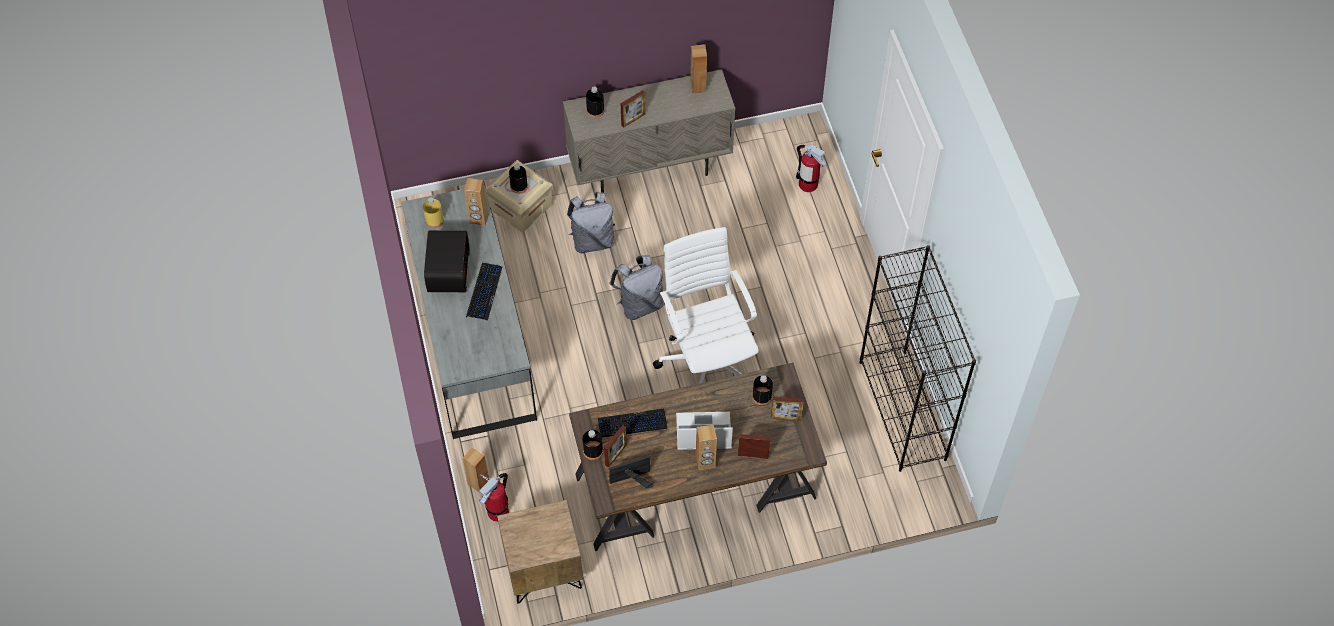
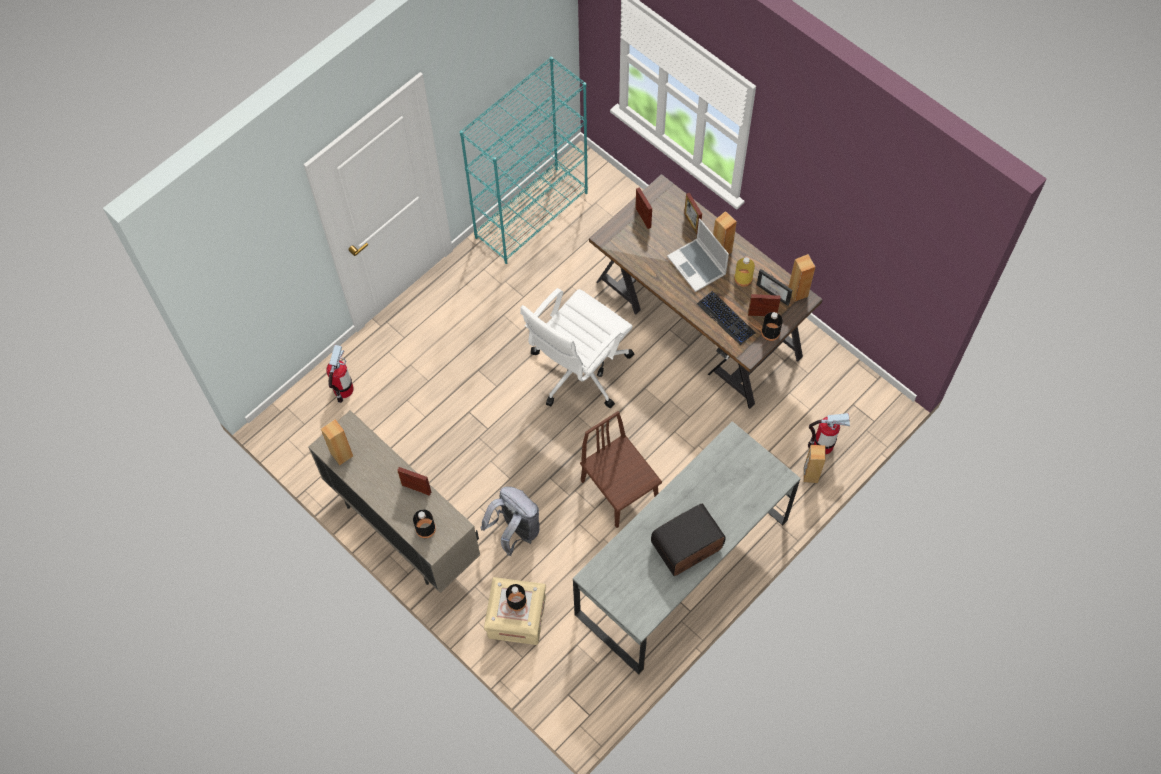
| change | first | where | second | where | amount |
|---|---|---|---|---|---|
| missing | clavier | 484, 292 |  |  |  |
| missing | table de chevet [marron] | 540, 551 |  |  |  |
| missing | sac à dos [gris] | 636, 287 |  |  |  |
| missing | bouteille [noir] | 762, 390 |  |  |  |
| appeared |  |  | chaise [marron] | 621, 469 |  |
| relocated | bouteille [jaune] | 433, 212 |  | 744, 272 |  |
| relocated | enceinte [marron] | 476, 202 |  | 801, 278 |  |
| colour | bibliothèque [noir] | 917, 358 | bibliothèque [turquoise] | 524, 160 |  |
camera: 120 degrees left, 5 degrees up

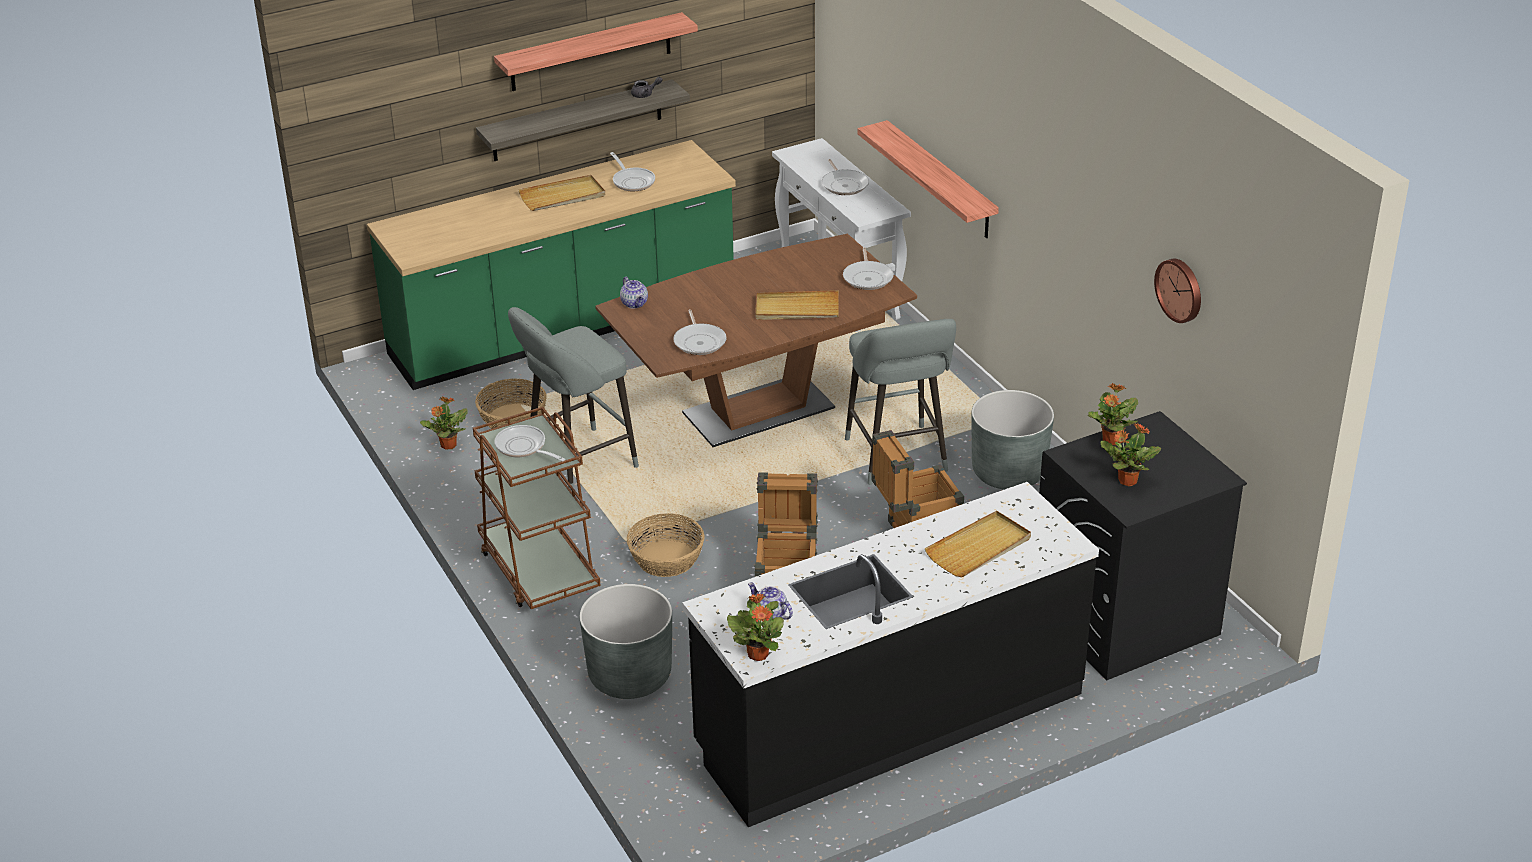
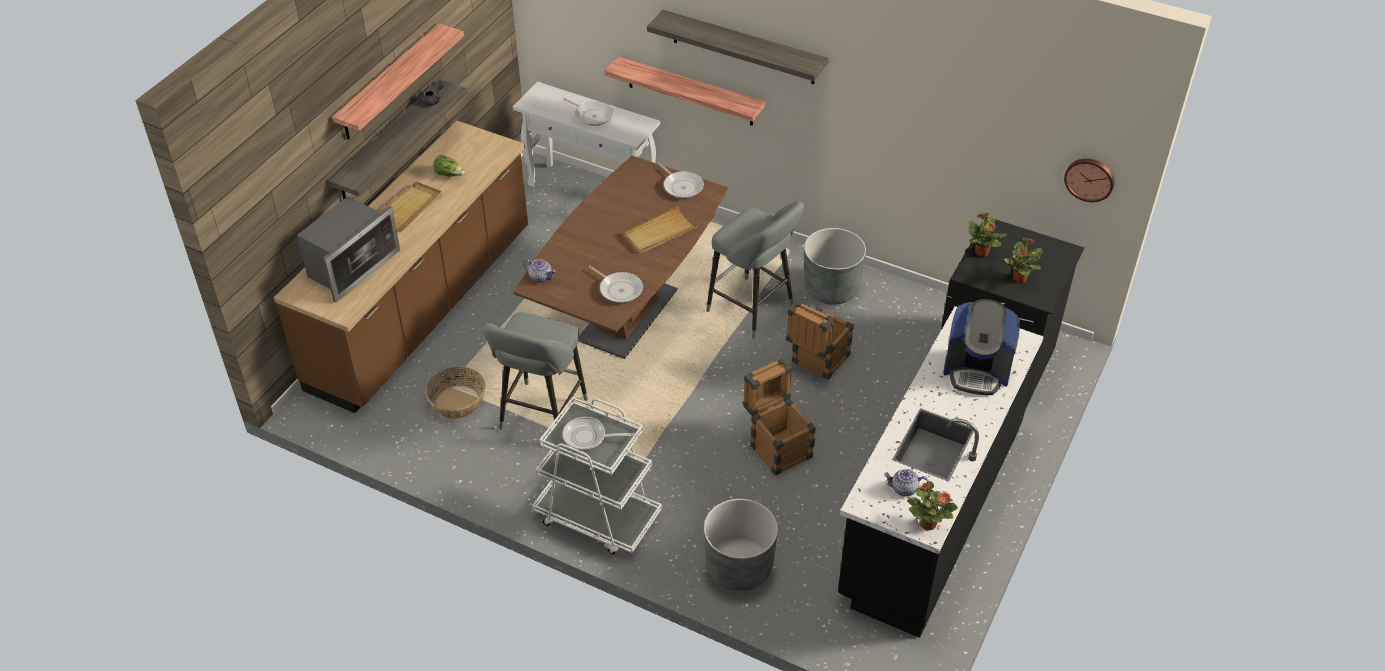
| change | first | where | second | where | amount |
|---|---|---|---|---|---|
| missing | plante en pot | 444, 423 |  |  |  |
| missing | panier | 665, 545 |  |  |  |
| appeared |  |  | micro-ondes | 348, 249 |  |
| appeared |  |  | étagère | 738, 47 |  |
| relocated | horloge murale | 1177, 291 |  | 1089, 180 |  |
| exchanged | poêle | 632, 171 | laitue | 449, 166 |  |
| exchanged | plateau [beige] | 978, 544 | machine à café | 981, 347 |  |
| colour | comptoir de cuisine [vert] | 551, 265 | comptoir de cuisine [marron] | 401, 267 |  |
| colour | chariot [marron] | 537, 508 | chariot [blanc] | 597, 475 |  |
camera: 35 degrees left, 10 degrees up

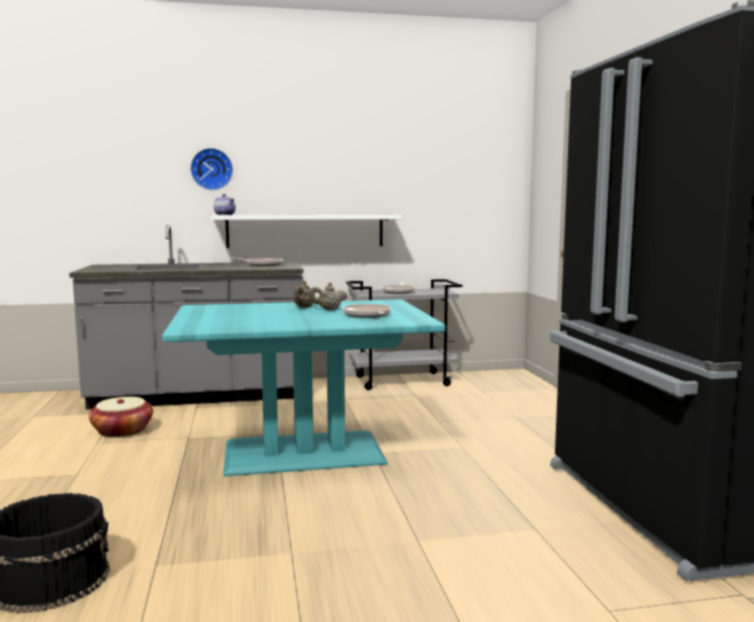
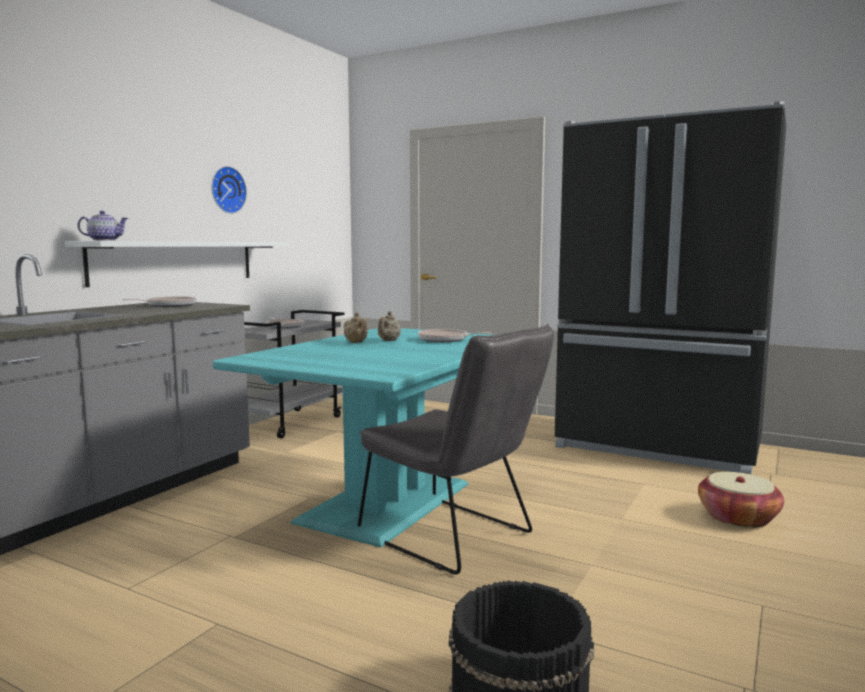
| change | first | where | second | where | amount |
|---|---|---|---|---|---|
| appeared |  |  | chaise [gris] | 456, 448 |  |
| relocated | panier | 121, 417 |  | 741, 500 |  |
| relocated | horloge murale | 211, 169 |  | 229, 190 |  |
camera: 50 degrees left, 0 degrees up

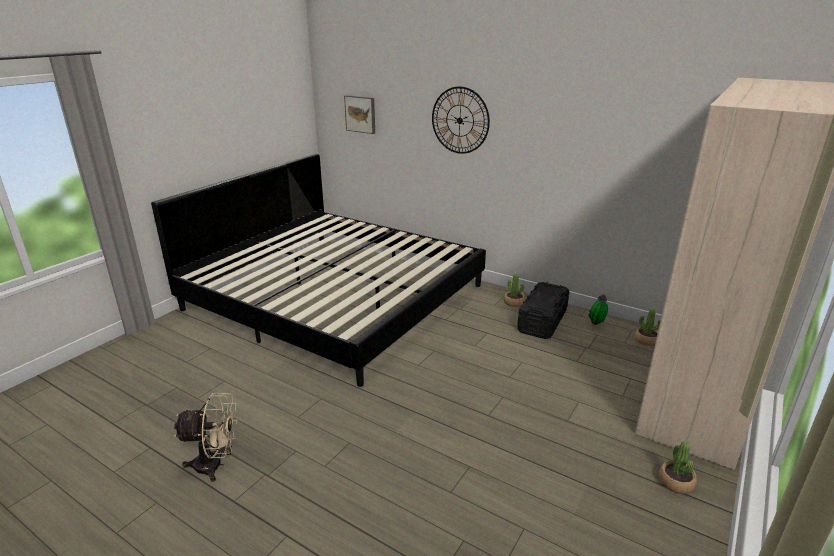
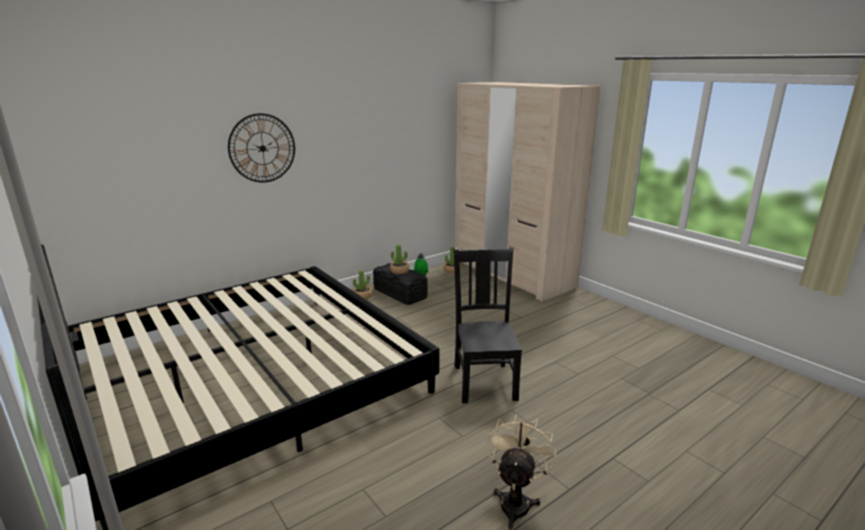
| change | first | where | second | where | amount |
|---|---|---|---|---|---|
| missing | tableau | 359, 114 |  |  |  |
| appeared |  |  | chaise [noir] | 487, 325 |  |
| relocated | plante en pot | 678, 467 |  | 399, 259 |  |
camera: 70 degrees left, 5 degrees down

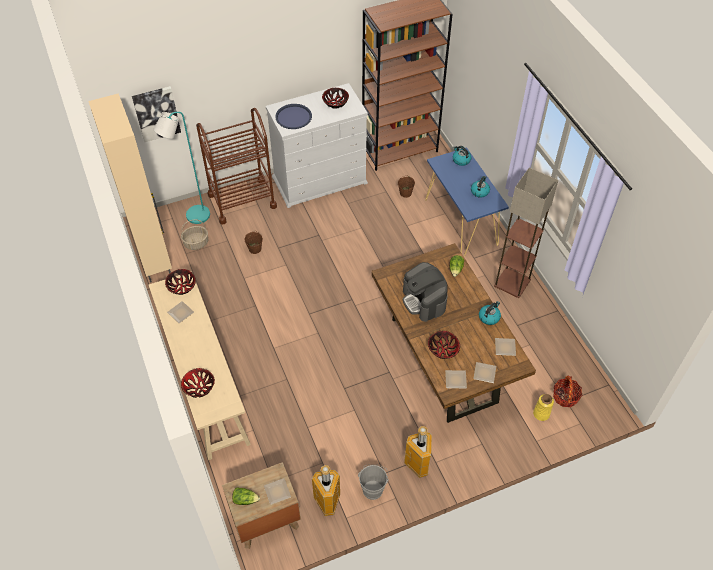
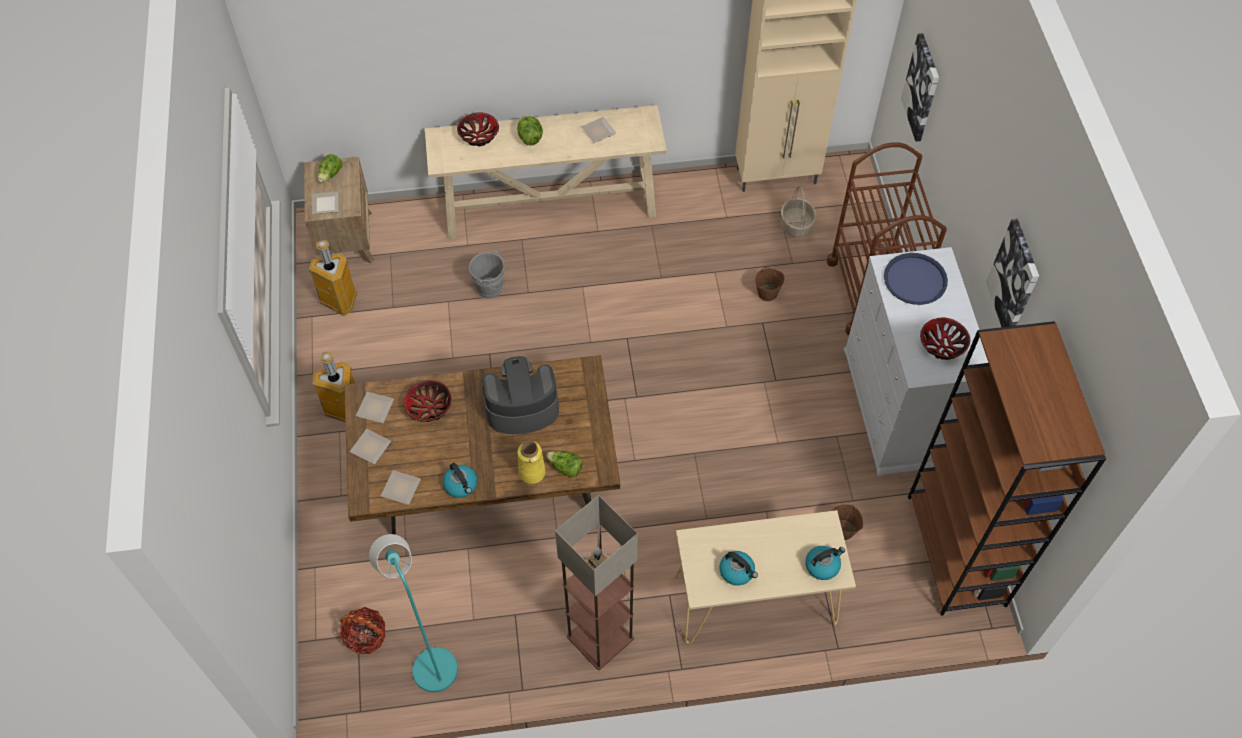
| change | first | where | second | where | amount |
|---|---|---|---|---|---|
| missing | bol | 180, 282 |  |  |  |
| appeared |  |  | laitue | 530, 131 |  |
| appeared |  |  | tableau | 1012, 273 |  |
| relocated | lampadaire [turquoise] | 182, 168 |  | 413, 613 |  |
| relocated | seau [gris] | 373, 482 |  | 490, 274 |  |
| relocated | vase [jaune] | 543, 407 |  | 531, 462 |  |
| colour | table console [bleu] | 467, 202 | table console [beige] | 765, 577 |  |
camera: 105 degrees right, 5 degrees up

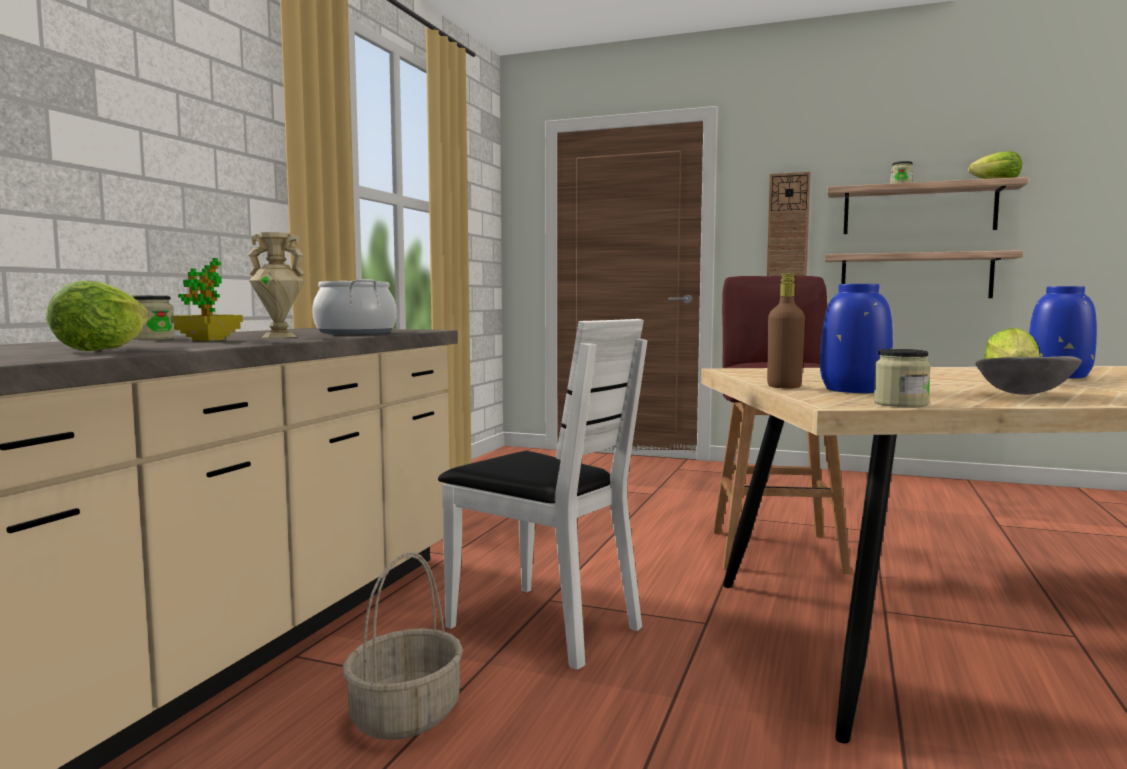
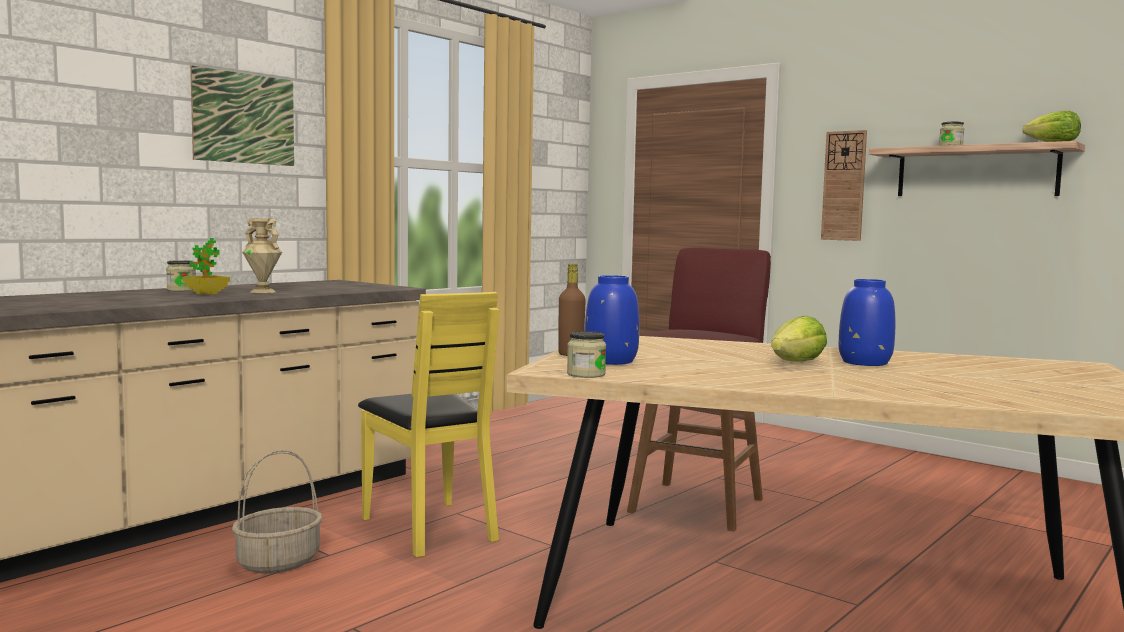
| change | first | where | second | where | amount |
|---|---|---|---|---|---|
| missing | laitue | 97, 316 |  |  |  |
| missing | marmite | 354, 307 |  |  |  |
| missing | étagère | 924, 274 |  |  |  |
| missing | bol [gris] | 1028, 375 |  |  |  |
| appeared |  |  | tableau | 242, 116 |  |
| colour | chaise [blanc] | 543, 494 | chaise [jaune] | 428, 425 |  |
camera: 20 degrees right, 0 degrees up

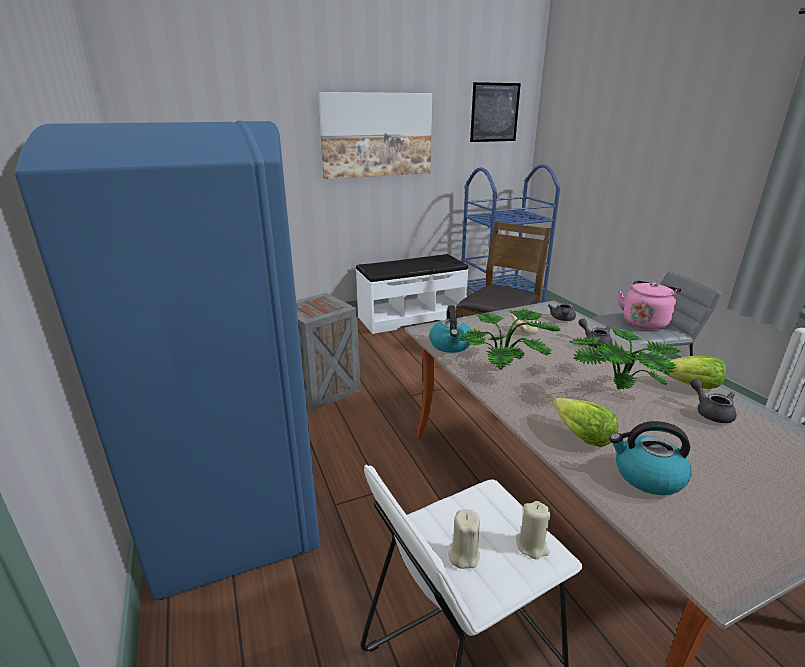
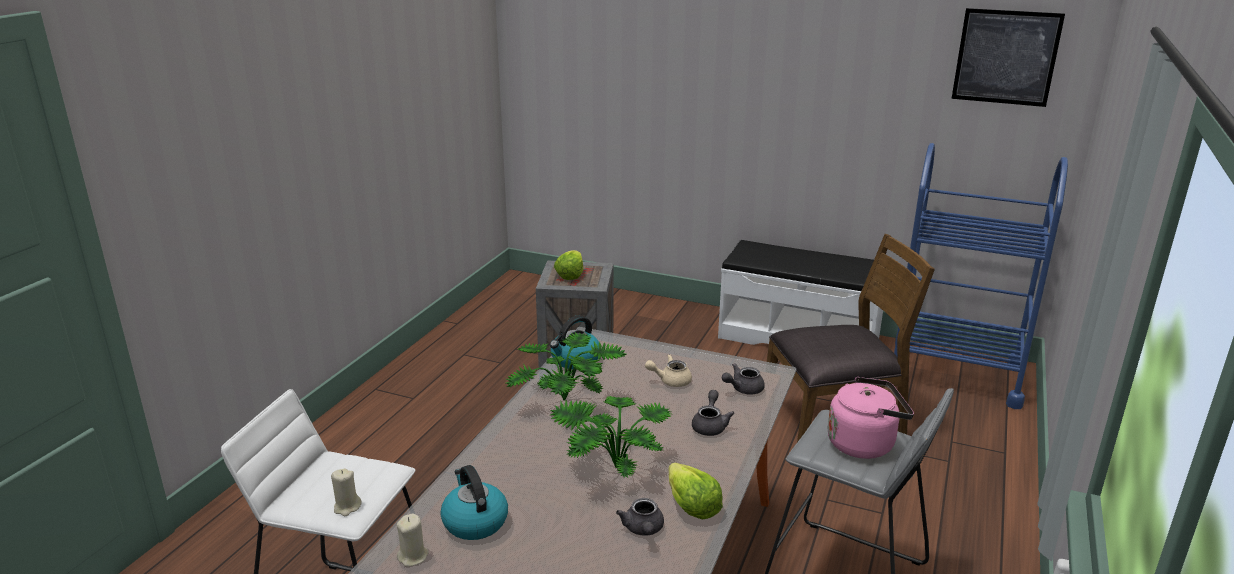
| change | first | where | second | where | amount |
|---|---|---|---|---|---|
| missing | réfrigérateur [bleu] | 167, 360 |  |  |  |
| missing | tableau | 375, 135 |  |  |  |
| relocated | bougie [beige] | 464, 539 |  | 413, 540 |  |
| relocated | laitue | 585, 422 |  | 568, 265 |  |
| spun | théière [gris] | 713, 400 |  | 640, 516 | 150 degrees clockwise |
camera: 45 degrees right, 0 degrees up

